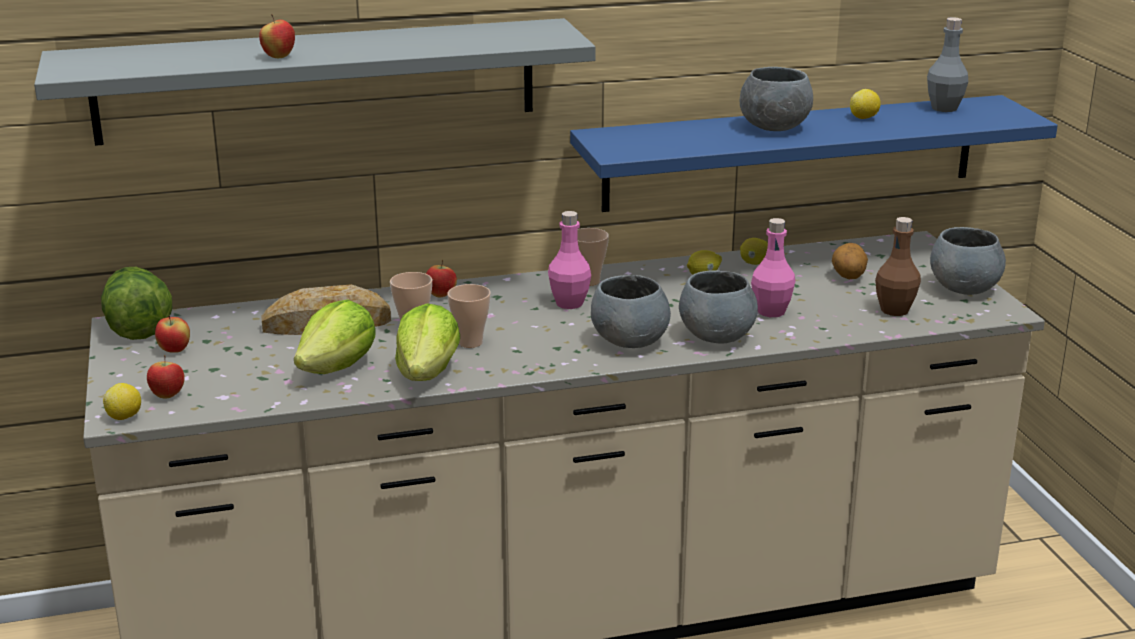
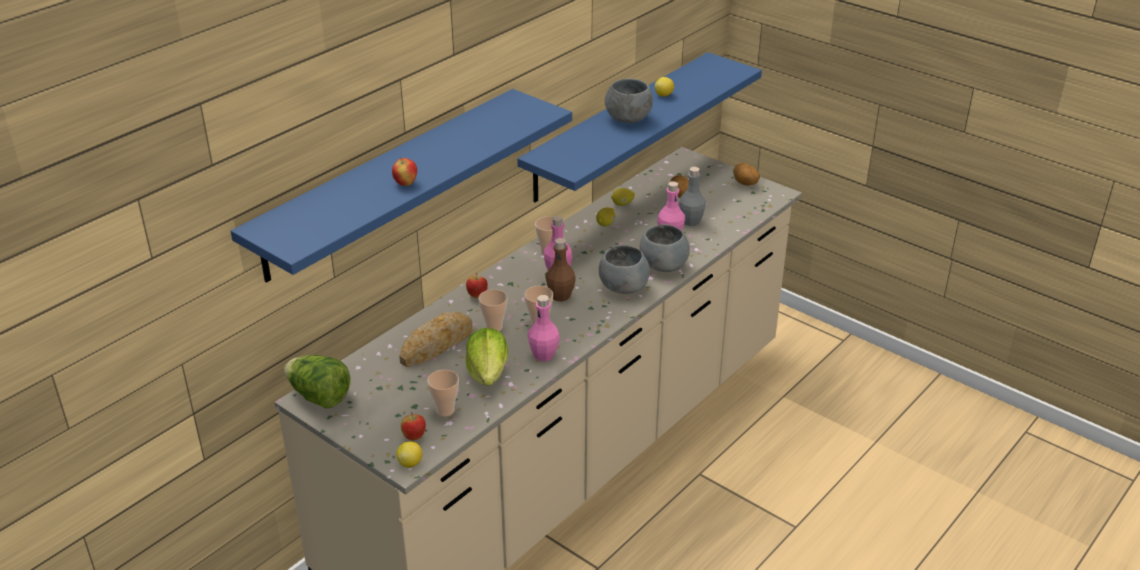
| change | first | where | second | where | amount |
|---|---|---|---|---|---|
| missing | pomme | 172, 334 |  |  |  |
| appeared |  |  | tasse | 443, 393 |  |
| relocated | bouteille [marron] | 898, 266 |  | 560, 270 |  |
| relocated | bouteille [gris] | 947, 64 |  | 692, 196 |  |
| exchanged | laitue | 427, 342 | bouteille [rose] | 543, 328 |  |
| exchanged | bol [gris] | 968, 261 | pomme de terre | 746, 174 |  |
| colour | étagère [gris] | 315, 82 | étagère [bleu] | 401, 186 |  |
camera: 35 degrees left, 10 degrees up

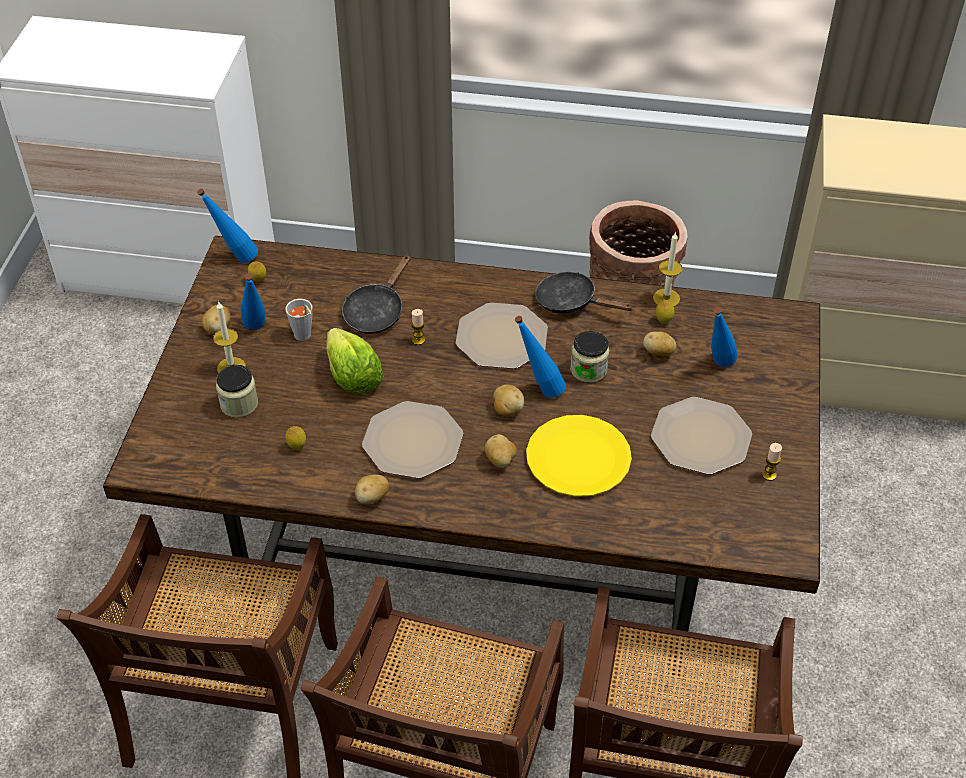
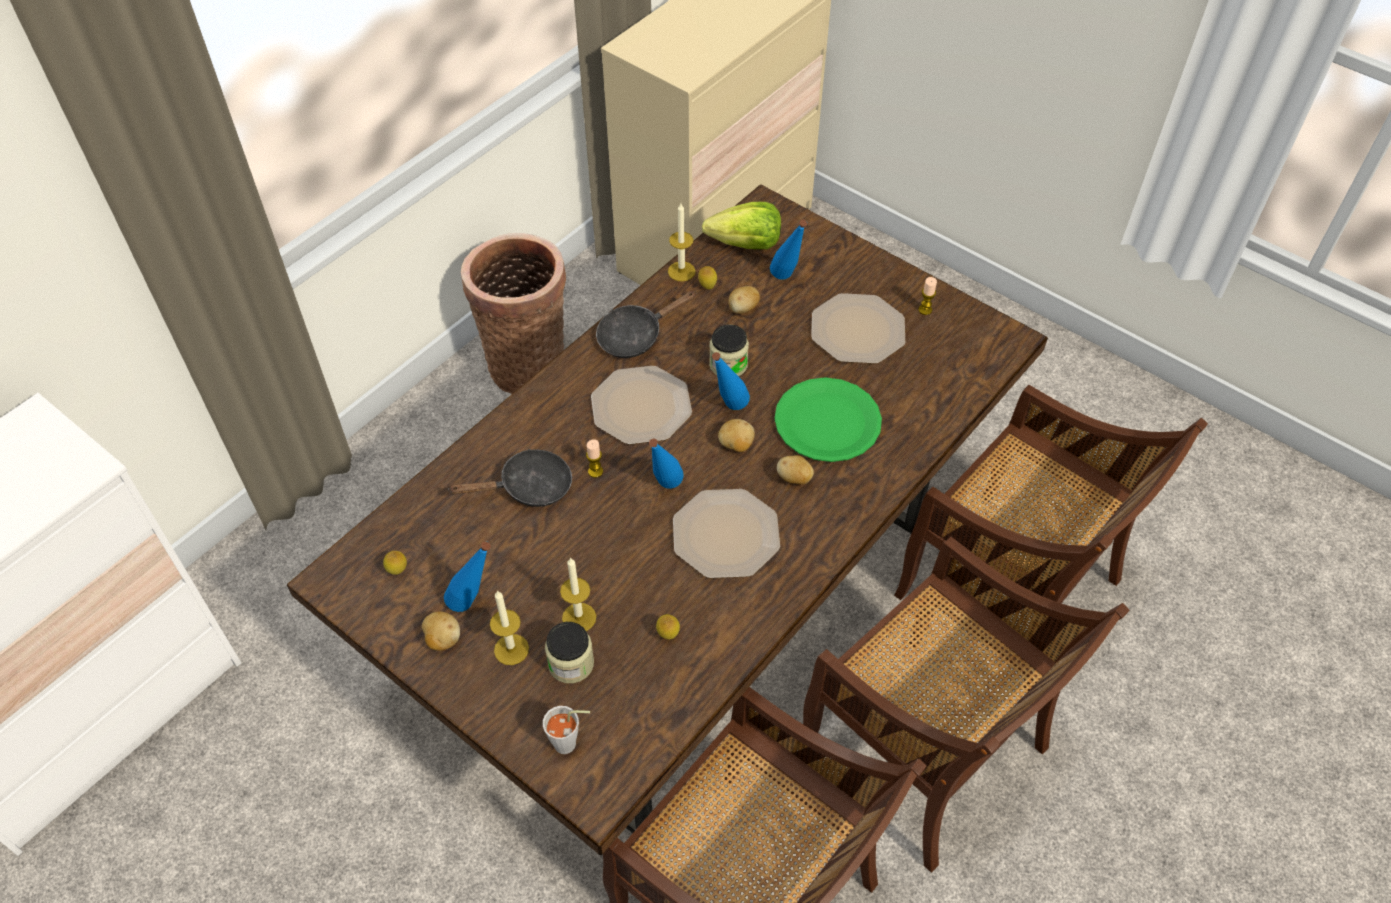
| change | first | where | second | where | amount |
|---|---|---|---|---|---|
| missing | pomme de terre | 372, 489 |  |  |  |
| appeared |  |  | bougie | 578, 594 |  |
| relocated | bouteille [bleu] | 227, 226 |  | 666, 464 |  |
| relocated | tasse [gris] | 298, 320 |  | 566, 730 |  |
| relocated | laitue | 355, 361 |  | 741, 225 |  |
| colour | assiette [jaune] | 579, 456 | assiette [vert] | 828, 419 |  |
| spun | poêle [noir] | 376, 294 |  | 510, 478 | 75 degrees counterclockwise |
camera: 60 degrees left, 5 degrees up

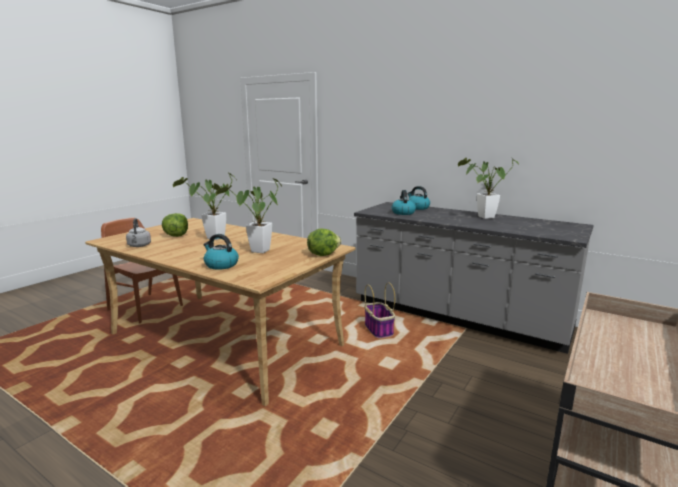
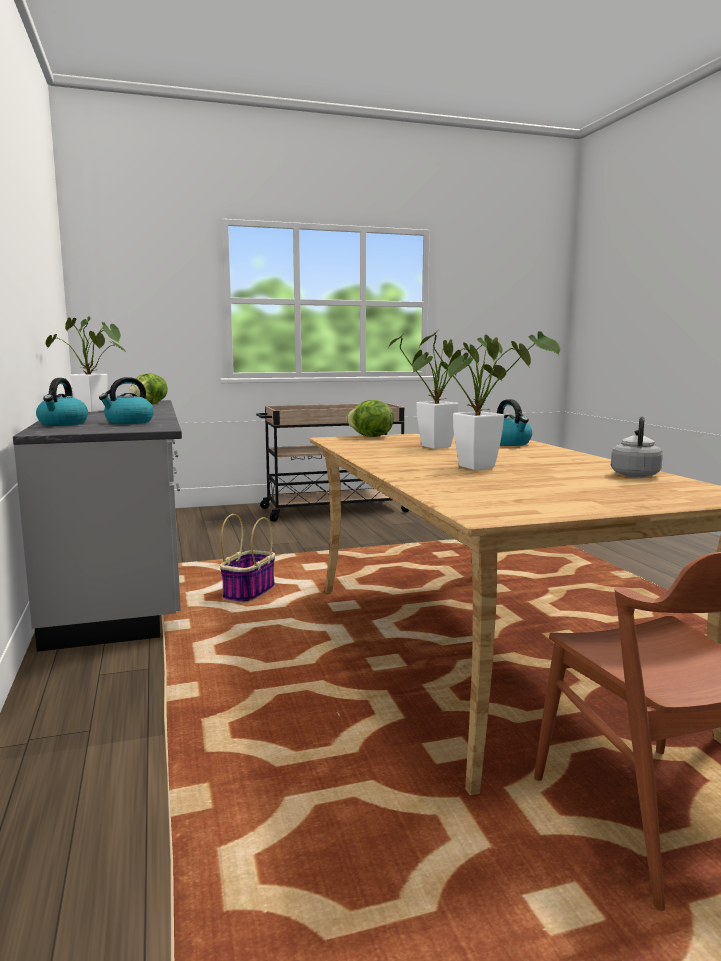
| change | first | where | second | where | amount |
|---|---|---|---|---|---|
| relocated | laitue | 175, 225 |  | 148, 388 |  |
camera: 140 degrees left, 5 degrees down

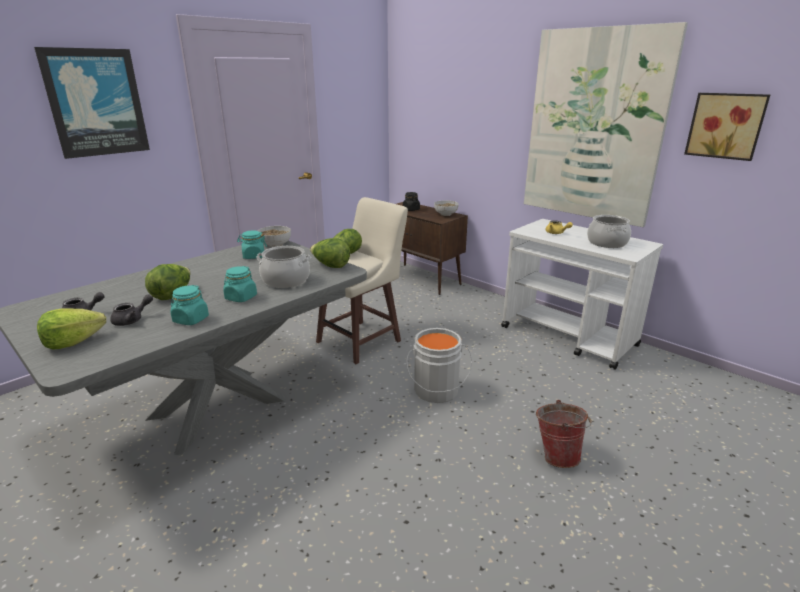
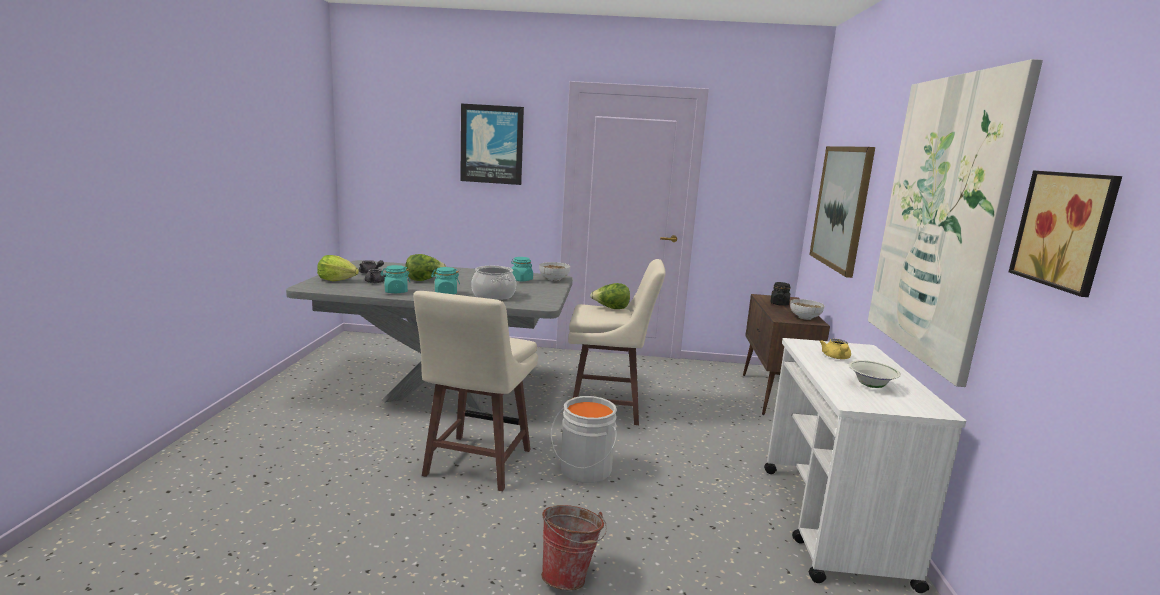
| change | first | where | second | where | amount |
|---|---|---|---|---|---|
| missing | laitue | 330, 253 |  |  |  |
| appeared |  |  | tabouret [beige] | 475, 391 |  |
| appeared |  |  | tableau | 842, 212 |  |
| exchanged | marmite | 609, 231 | bol [blanc] | 875, 374 |  |
camera: 50 degrees right, 10 degrees down

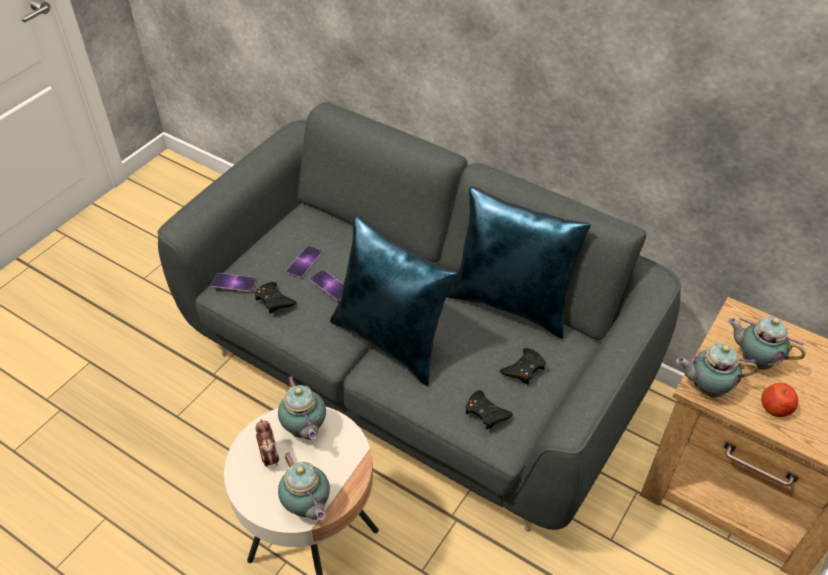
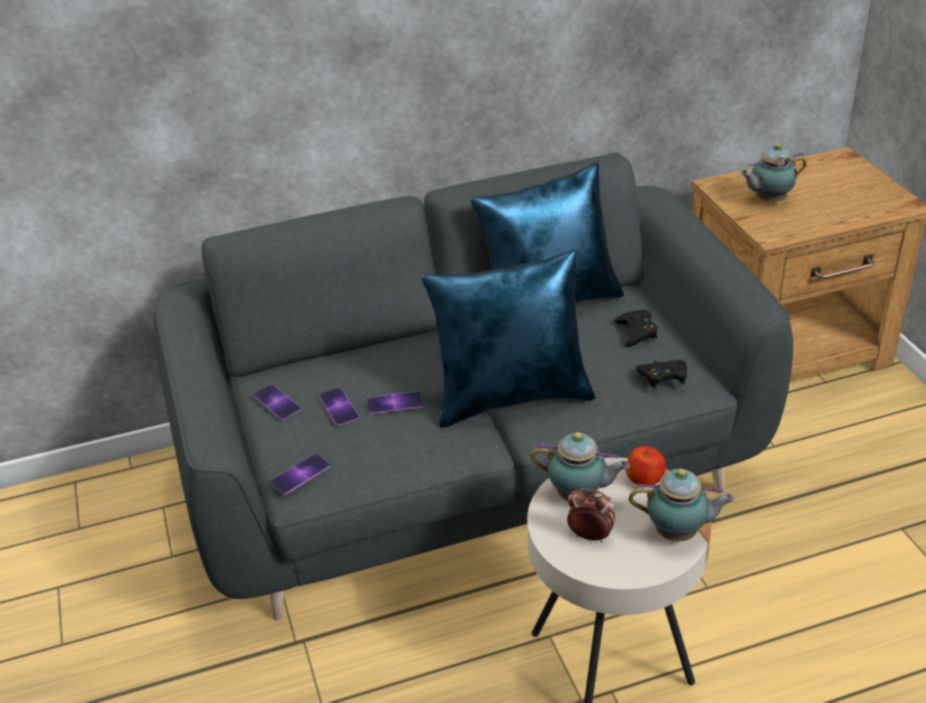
| change | first | where | second | where | amount |
|---|---|---|---|---|---|
| missing | manette [noir] | 276, 298 |  |  |  |
| missing | théière | 717, 370 |  |  |  |
| appeared |  |  | téléphone | 277, 402 |  |
| relocated | pomme | 779, 400 |  | 645, 465 |  |
camera: 50 degrees left, 10 degrees down

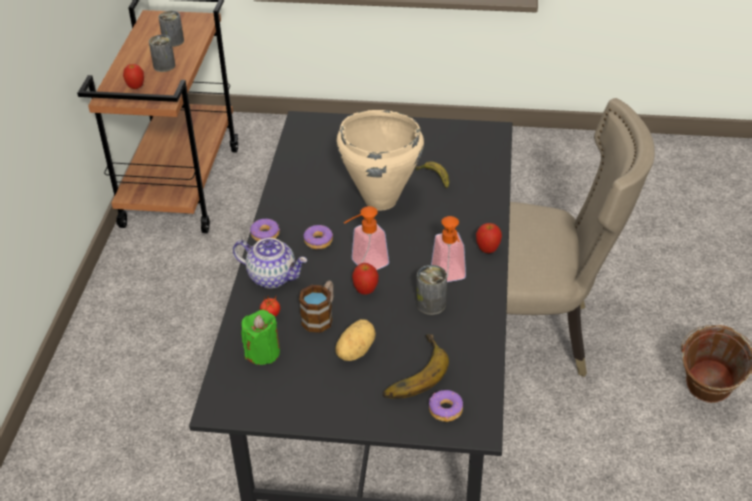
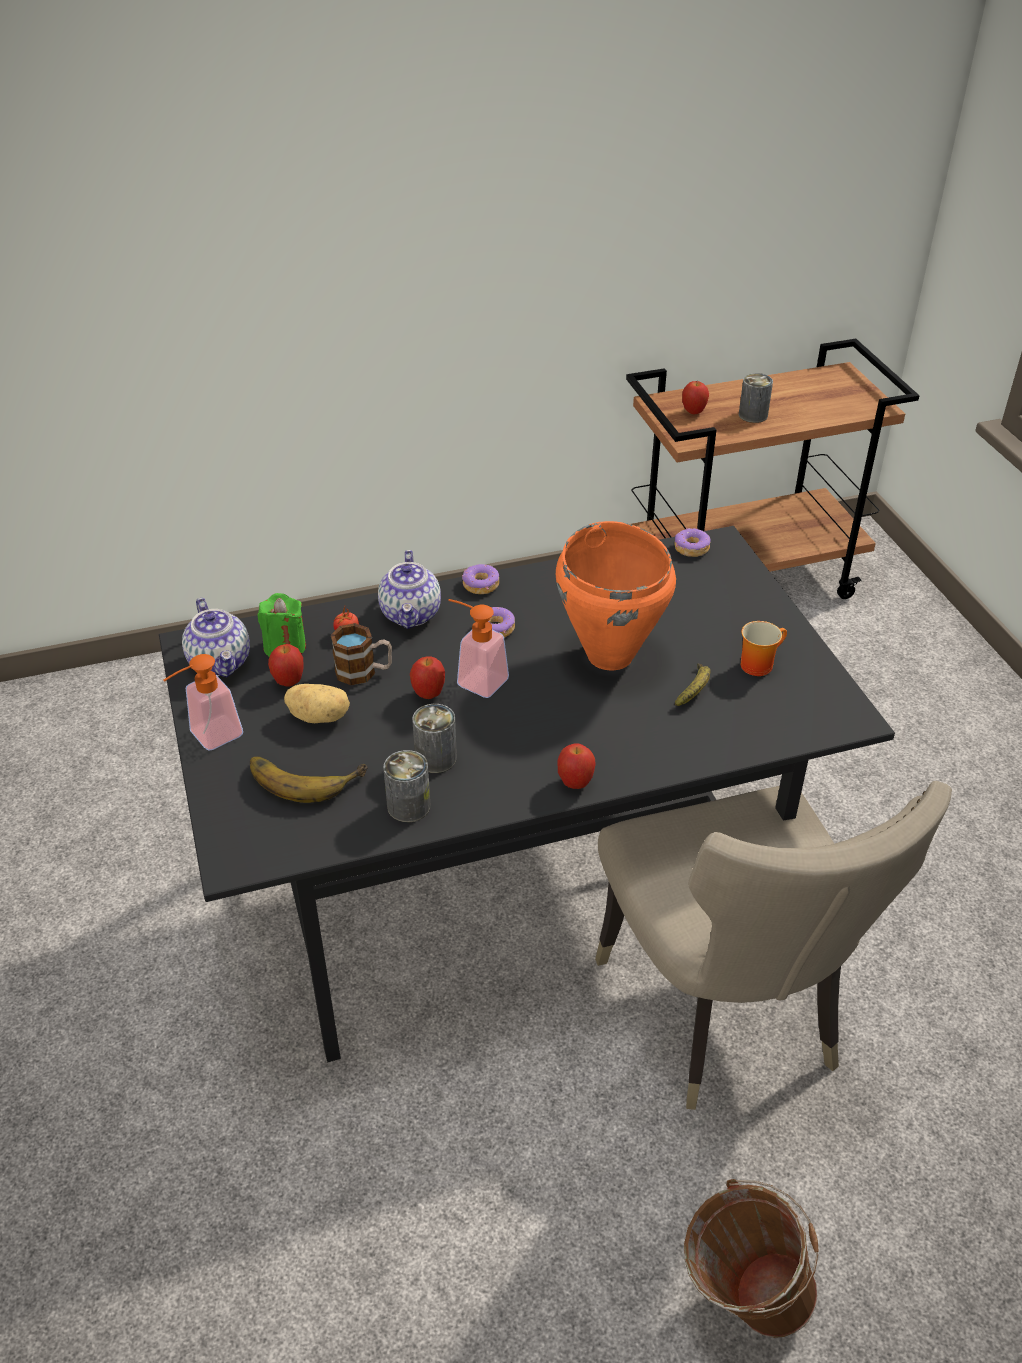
| change | first | where | second | where | amount |
|---|---|---|---|---|---|
| appeared |  |  | théière | 216, 637 |  |
| appeared |  |  | pomme | 286, 665 |  |
| appeared |  |  | mug | 764, 648 |  |
| relocated | boîte métallique | 171, 29 |  | 406, 786 |  |
| relocated | beignet | 446, 406 |  | 692, 542 |  |
| relocated | distributeur de savon | 448, 249 |  | 203, 702 |  |
| colour | marmite [beige] | 380, 160 | marmite [orange] | 616, 595 |  |
camera: 65 degrees right, 0 degrees up

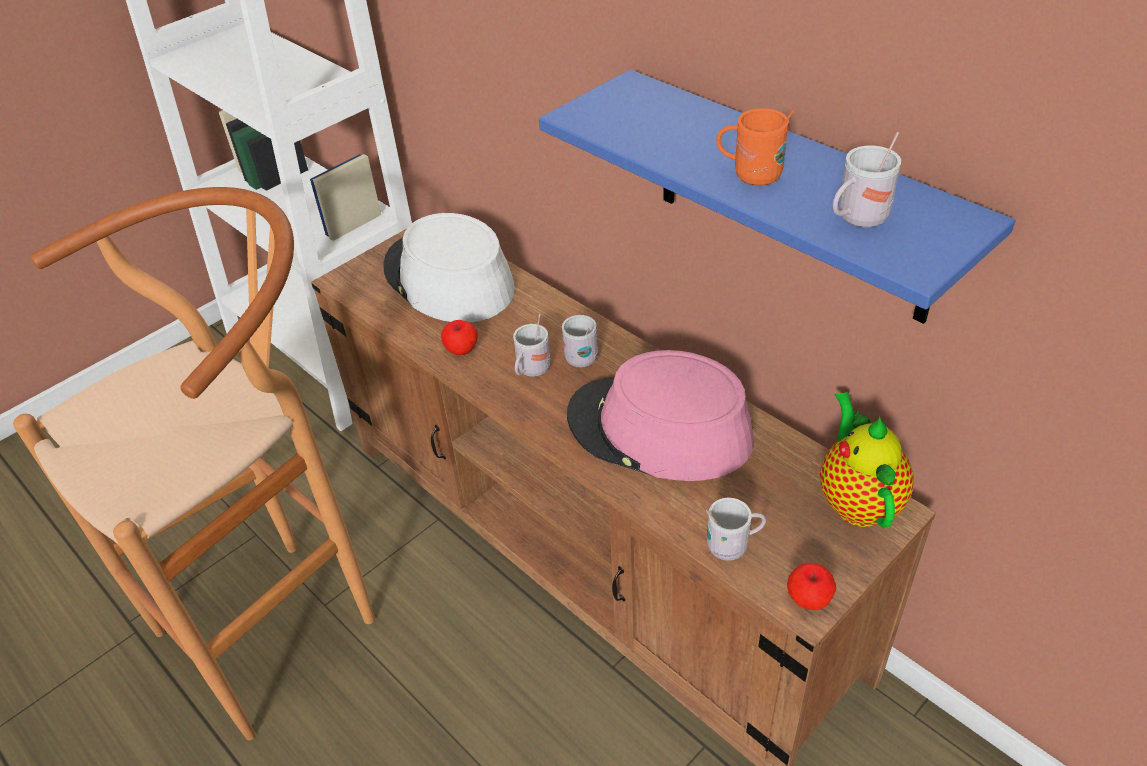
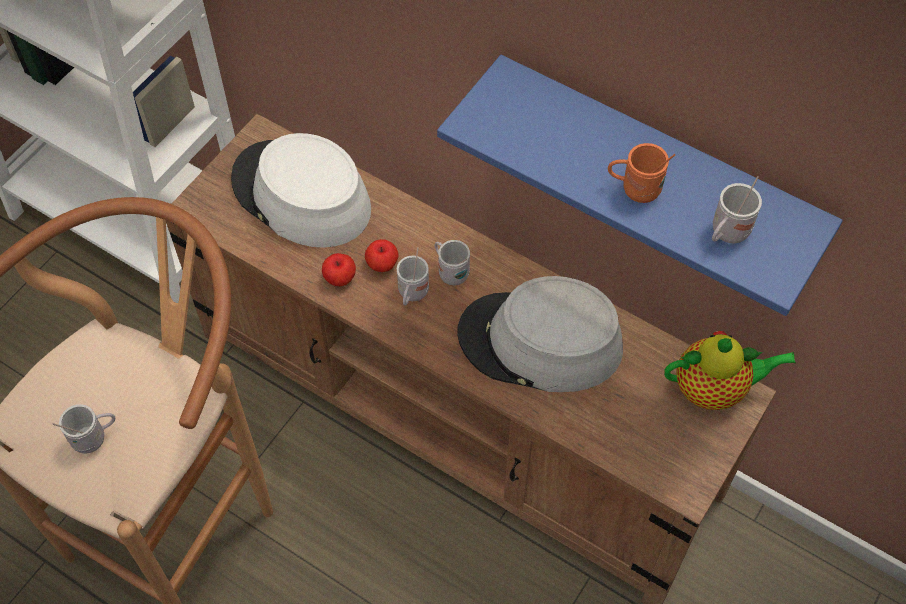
| change | first | where | second | where | amount |
|---|---|---|---|---|---|
| relocated | mug [blanc] | 736, 529 |  | 83, 429 |  |
| relocated | pomme | 811, 586 |  | 381, 255 |  |
| colour | chapeau [rose] | 660, 415 | chapeau [gris] | 540, 334 |  |
| spun | théière | 867, 460 |  | 730, 370 | 105 degrees clockwise |
camera: 15 degrees left, 15 degrees up

